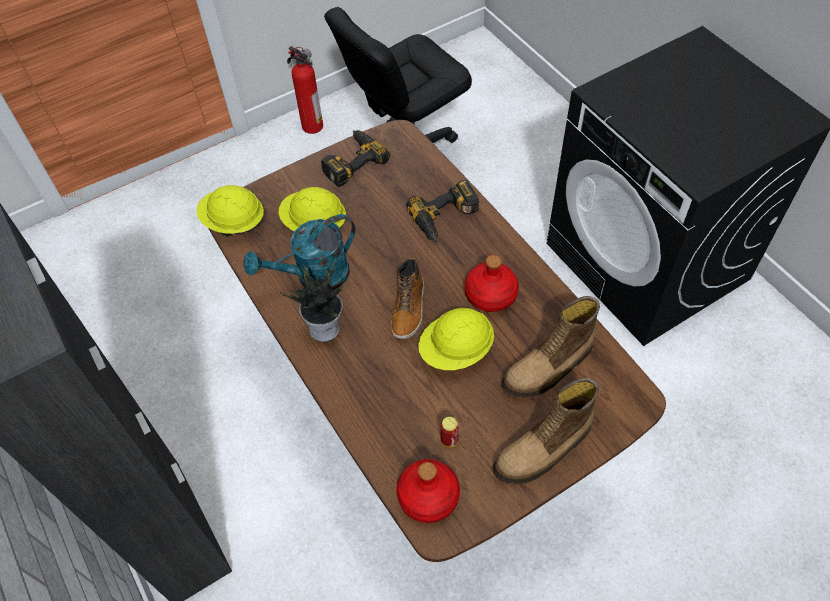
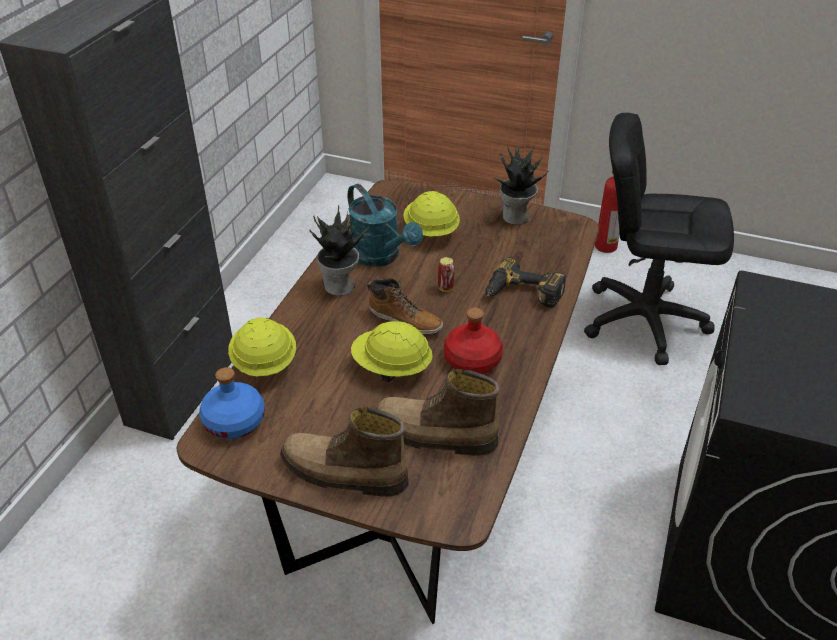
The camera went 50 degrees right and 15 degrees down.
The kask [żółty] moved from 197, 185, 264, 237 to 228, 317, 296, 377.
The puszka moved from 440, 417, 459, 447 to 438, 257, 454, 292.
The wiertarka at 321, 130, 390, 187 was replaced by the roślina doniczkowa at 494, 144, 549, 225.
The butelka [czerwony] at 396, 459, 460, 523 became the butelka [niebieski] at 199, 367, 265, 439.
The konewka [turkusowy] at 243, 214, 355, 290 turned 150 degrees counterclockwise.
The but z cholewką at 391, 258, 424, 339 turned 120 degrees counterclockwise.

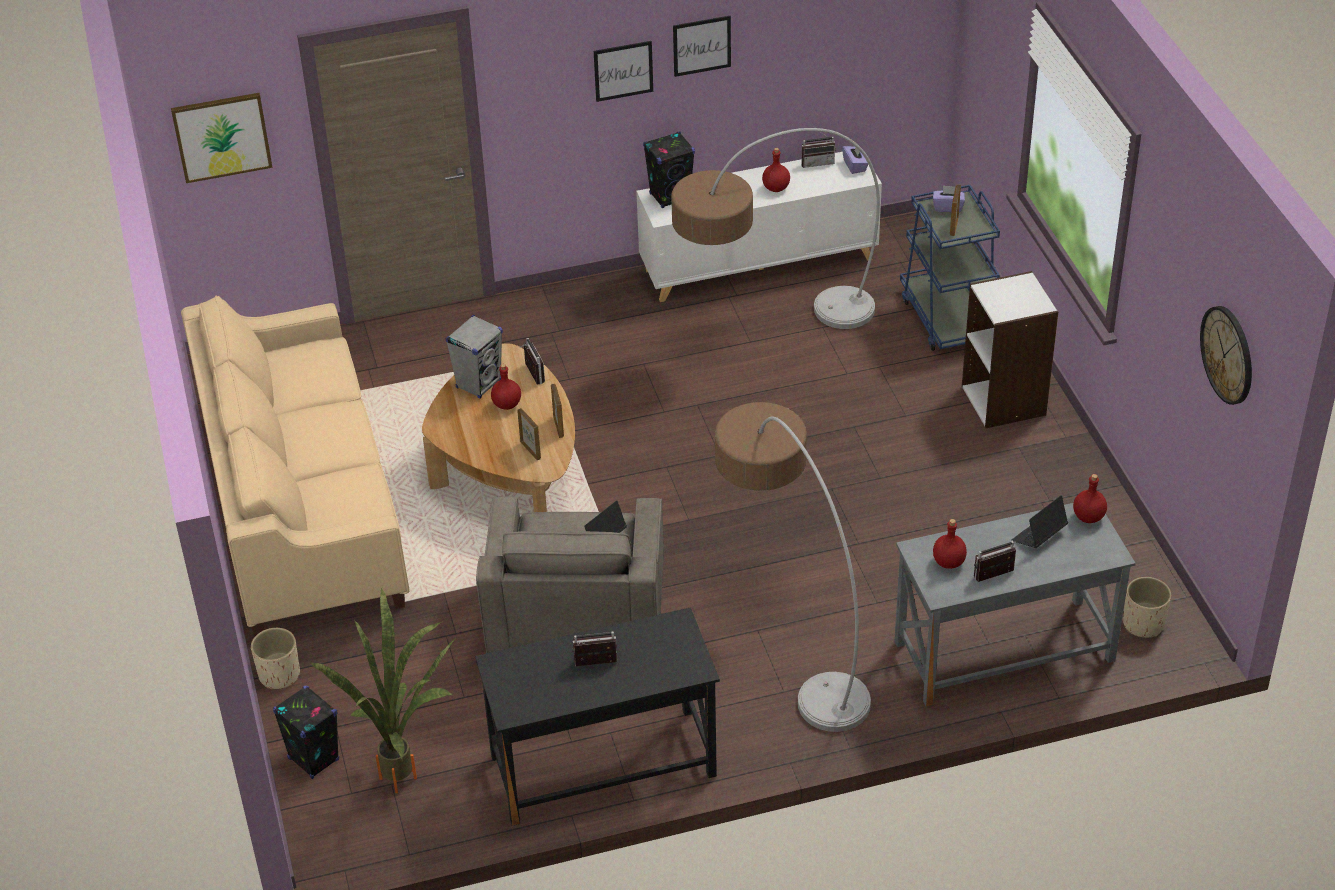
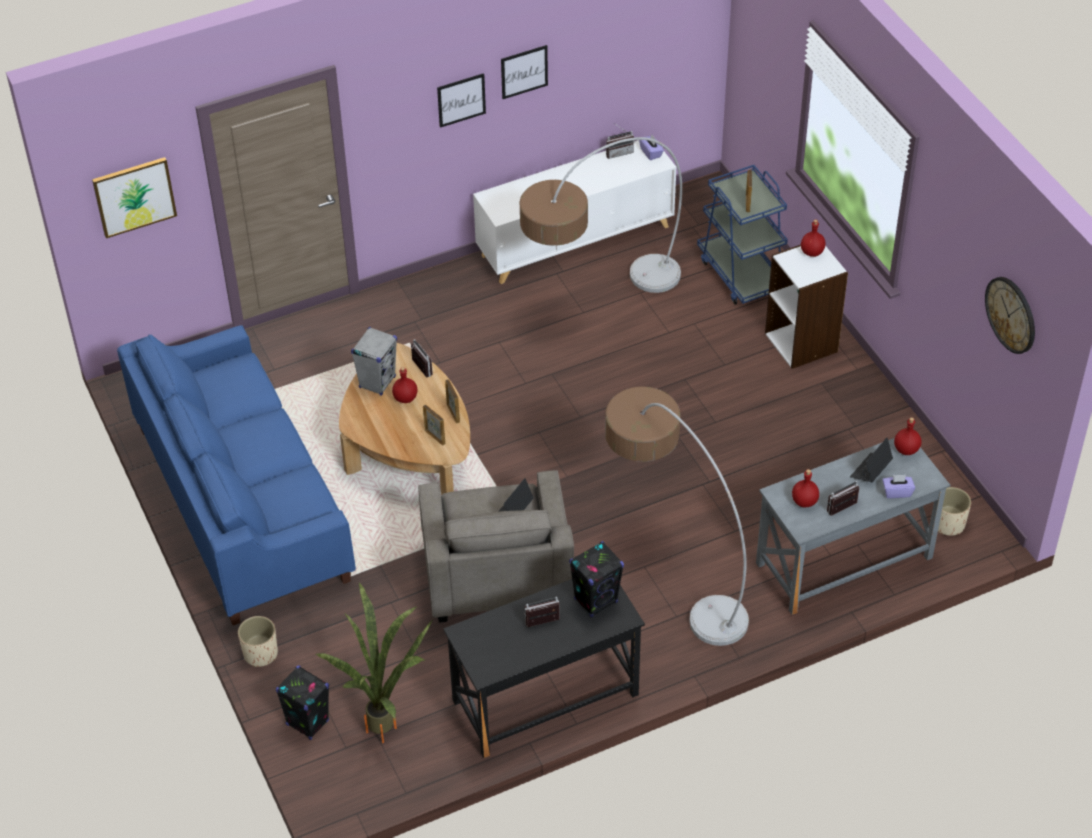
The camera went 10 degrees left and 5 degrees up.
The głośnik [czarny] moved from 643, 131, 695, 208 to 569, 541, 624, 617.
The butelka [czerwony] moved from 762, 148, 790, 192 to 801, 220, 826, 257.
The pudełko chusteczek [fioletowy] moved from 933, 185, 965, 212 to 883, 475, 915, 498.
The kanapa [beżowy] at 181, 296, 410, 636 became the kanapa [niebieski] at 117, 325, 356, 625.

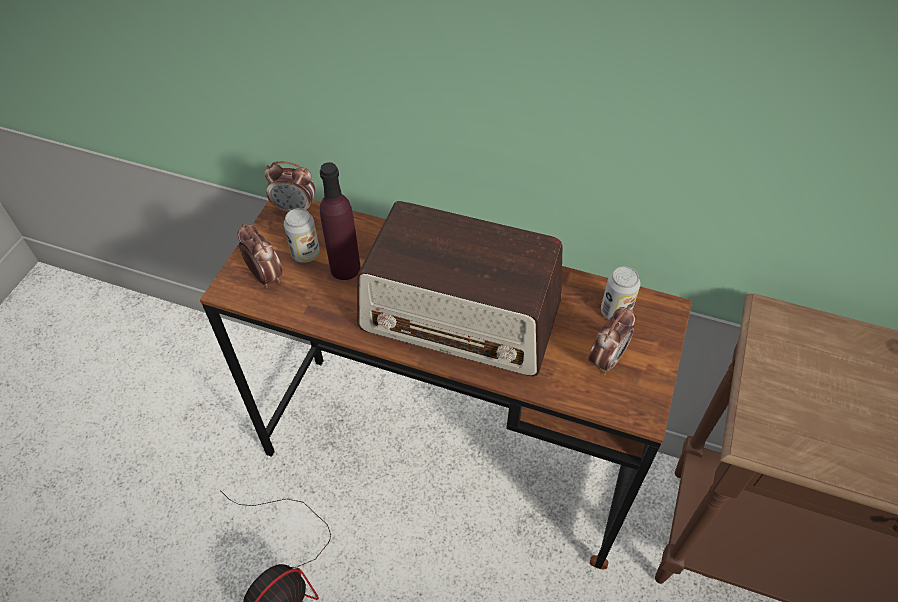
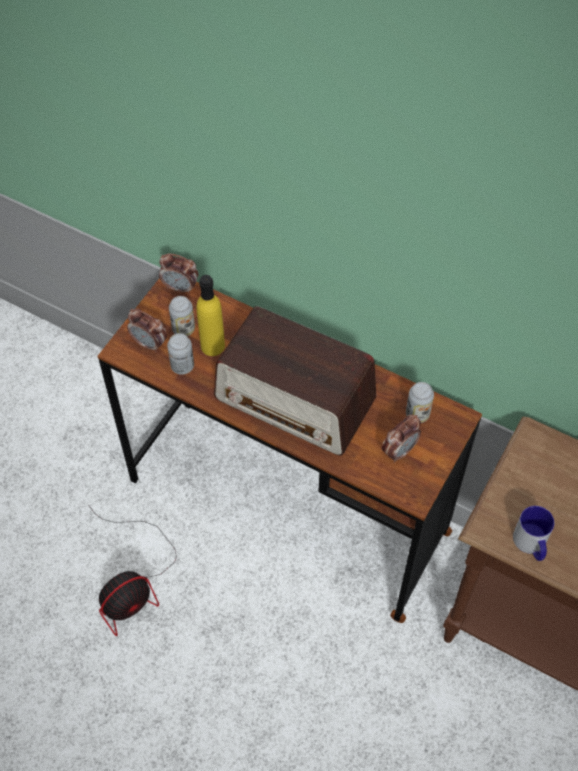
The camera went 10 degrees right and 5 degrees up.
The puszka at 167, 333, 194, 375 appeared.
The kubek at 513, 506, 554, 561 appeared.
The butelka [fioletowy] at 320, 162, 361, 280 became the butelka [żółty] at 196, 275, 225, 356.
The budzik at 238, 223, 282, 288 turned 150 degrees clockwise.

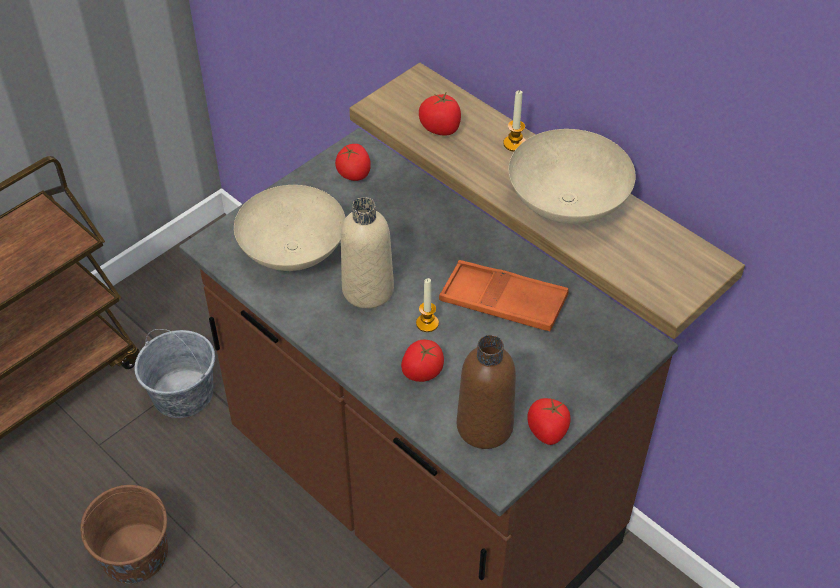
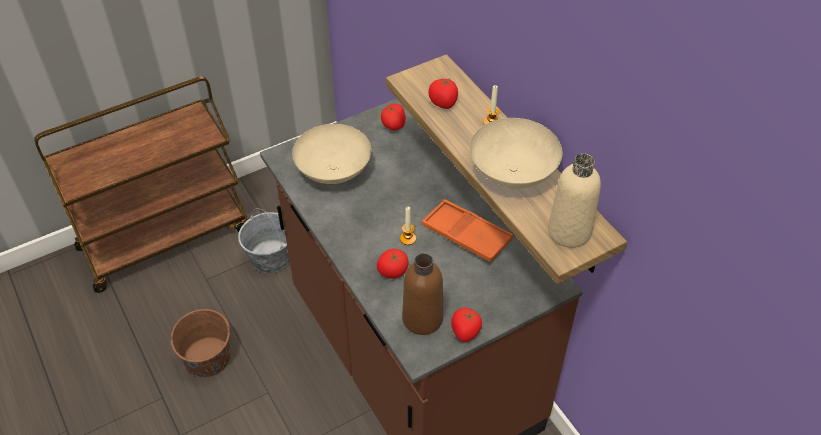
The camera went 15 degrees right and 0 degrees up.
The butelka [beżowy] moved from 341, 197, 394, 309 to 548, 153, 601, 248.

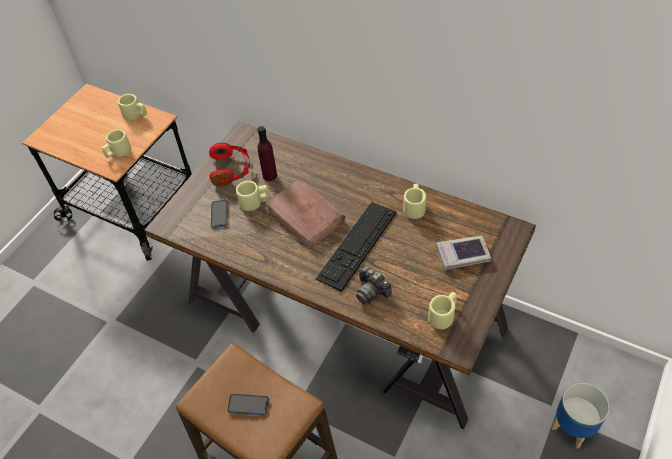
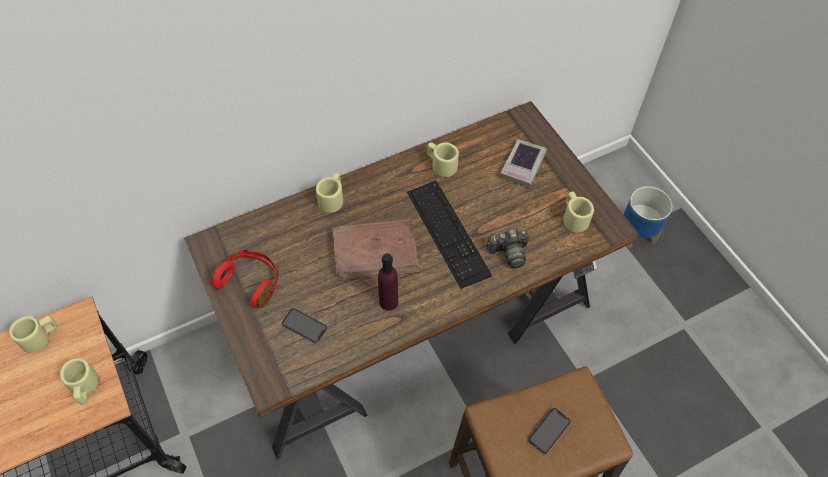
The camera went 60 degrees left and 5 degrees up.
The kubek [beżowy] moved from 236, 181, 269, 211 to 316, 173, 343, 213.
The butelka [fioletowy] moved from 257, 126, 277, 181 to 378, 254, 398, 311.

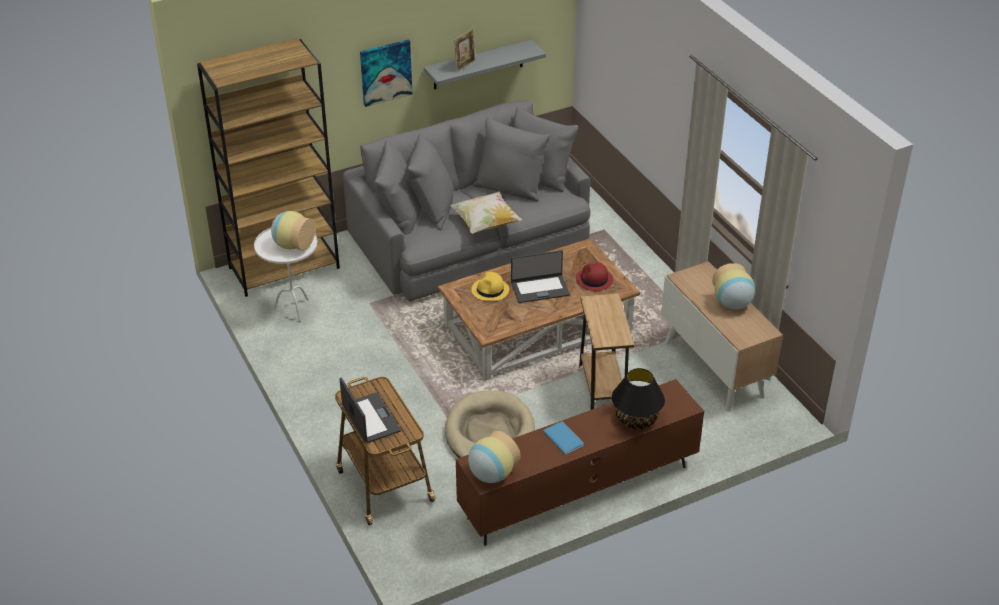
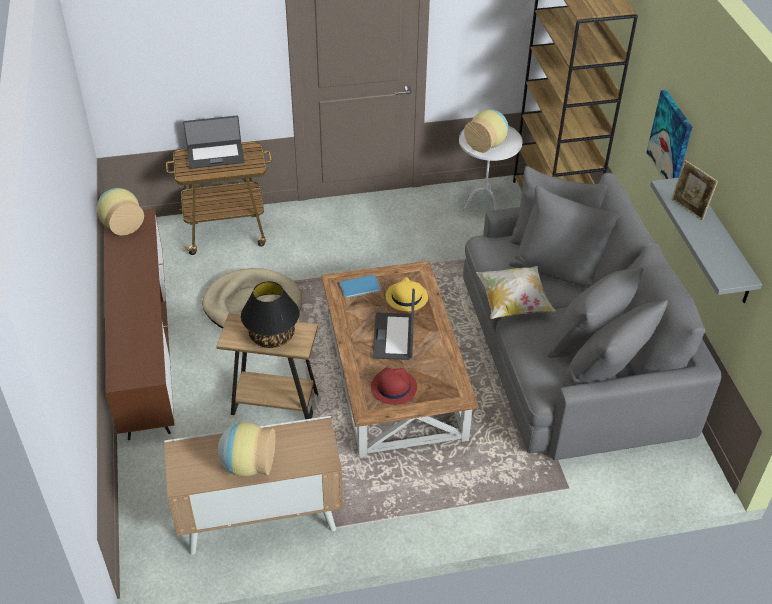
The camera went 105 degrees right and 5 degrees up.
The książka [niebieski] moved from 543, 421, 584, 455 to 339, 275, 381, 298.
The lampa stołowa [czarny] moved from 612, 368, 665, 430 to 241, 281, 299, 348.

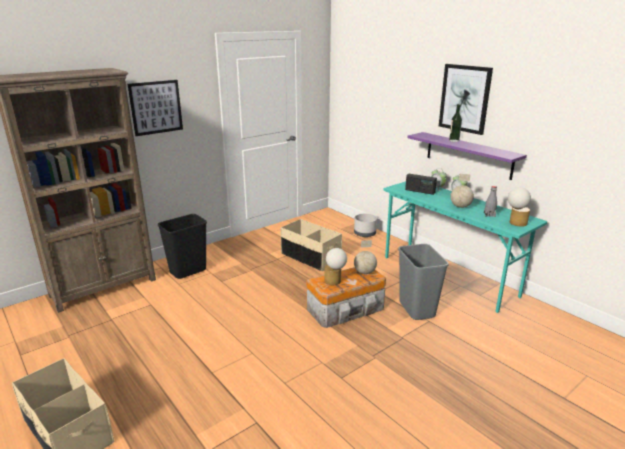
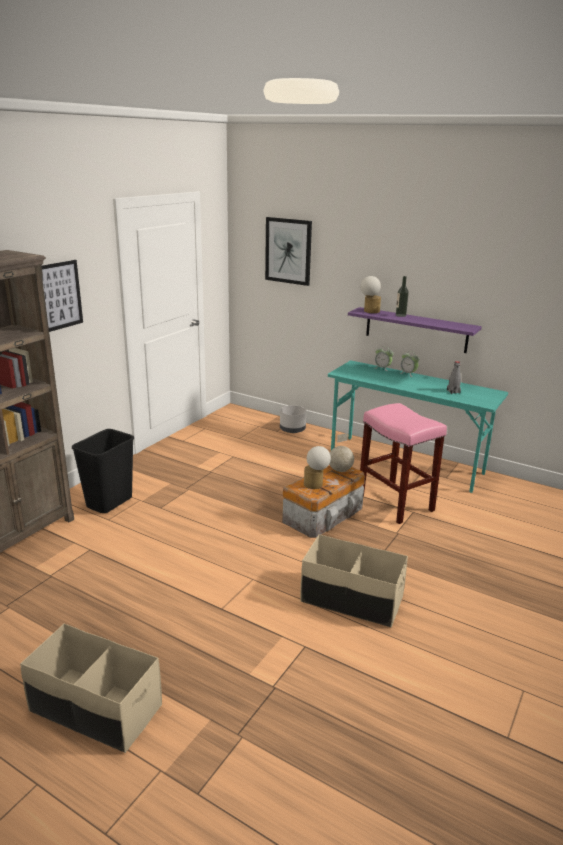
The camera went 20 degrees left and 0 degrees up.
The radio at 405, 173, 437, 195 disappeared.
The globus at 450, 174, 474, 208 disappeared.
The pojemnik do przechowywania [beżowy] moved from 281, 219, 342, 271 to 300, 534, 408, 628.
The obraz moved from 439, 64, 493, 135 to 265, 217, 312, 286.
The lampa stołowa moved from 508, 187, 531, 227 to 360, 276, 381, 313.
The kosz na śmieci [szary] at 398, 244, 449, 320 was replaced by the stołek [różowy] at 360, 403, 447, 524.

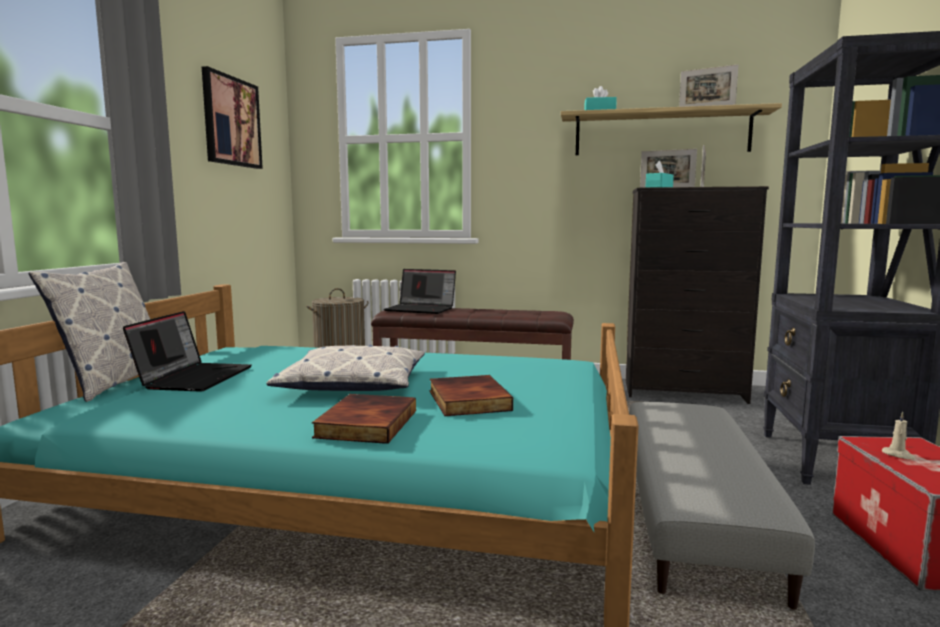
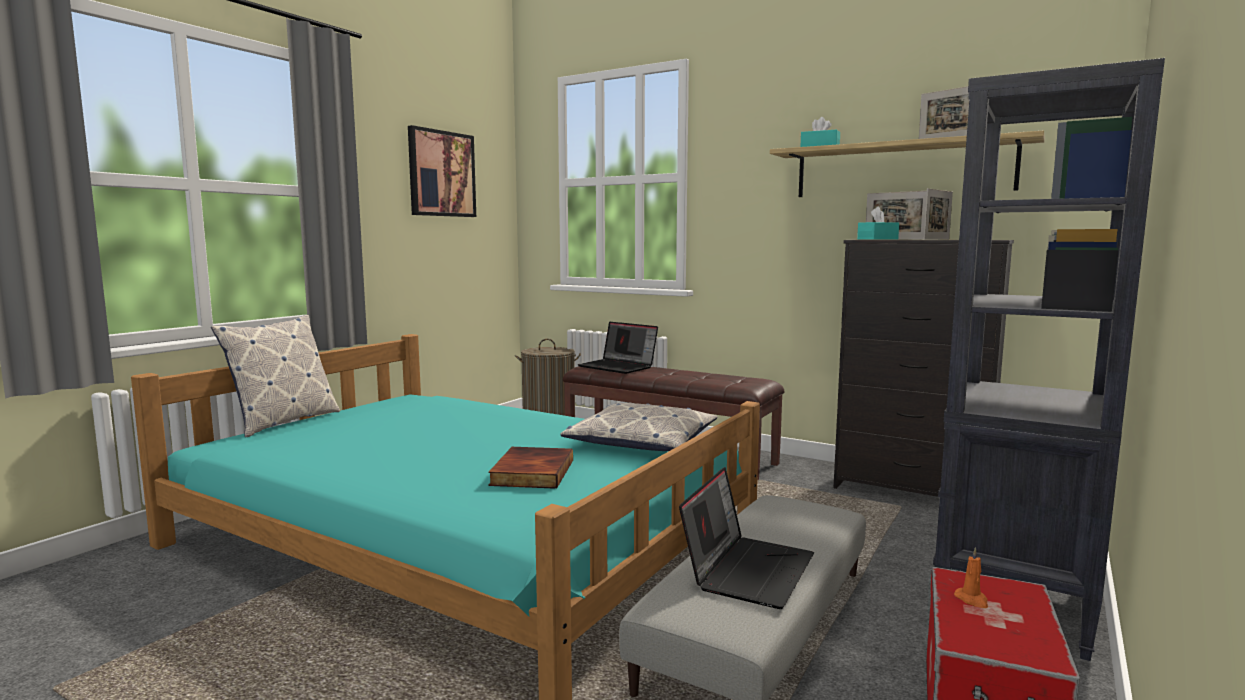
The camera went 20 degrees right and 0 degrees up.
The książka at 312, 394, 416, 444 disappeared.
The laptop moved from 123, 311, 252, 391 to 679, 467, 814, 609.
The poduszka moved from 266, 345, 425, 391 to 560, 403, 717, 451.
The świeca [beżowy] at 882, 412, 916, 460 became the świeca [pomarańczowy] at 954, 547, 988, 608.

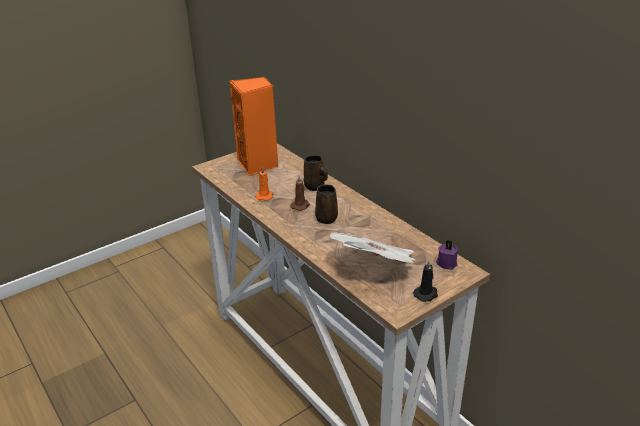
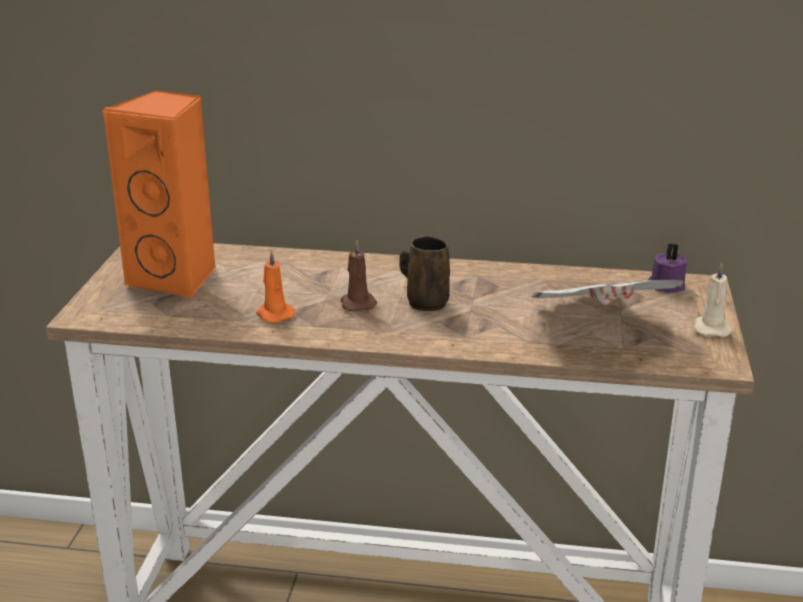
The camera went 45 degrees left and 5 degrees down.
The kubek [brązowy] at 304, 155, 328, 191 disappeared.
The świeca [czarny] at 413, 260, 438, 302 became the świeca [beżowy] at 694, 263, 733, 337.

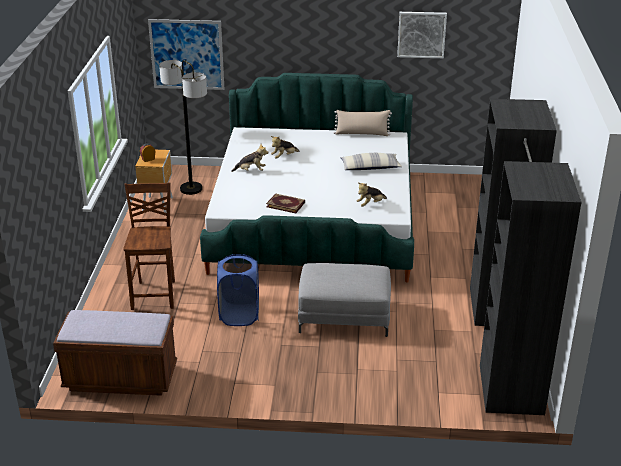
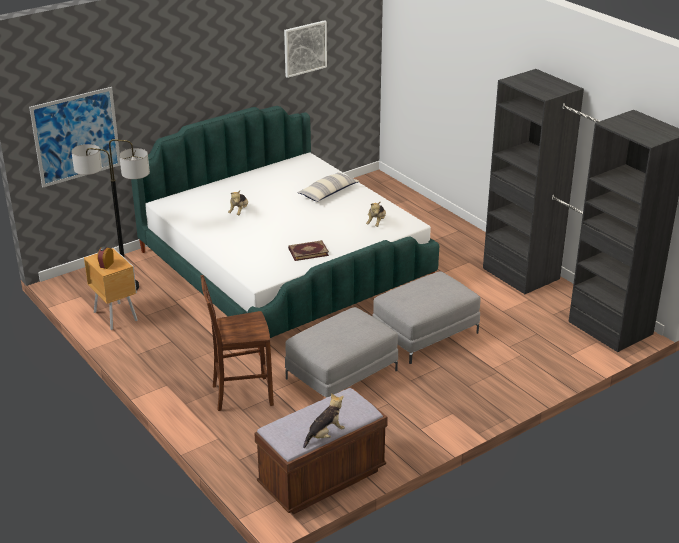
The camera went 40 degrees left and 0 degrees up.
The poduszka [beżowy] at 333, 110, 392, 136 disappeared.
The pluszak moved from 231, 144, 268, 172 to 303, 393, 345, 448.
The kosz na pranie [niebieski] at 217, 254, 259, 326 was replaced by the pufa [szary] at 285, 307, 398, 398.
The krzesło [brązowy] at 123, 182, 175, 310 turned 60 degrees counterclockwise.

